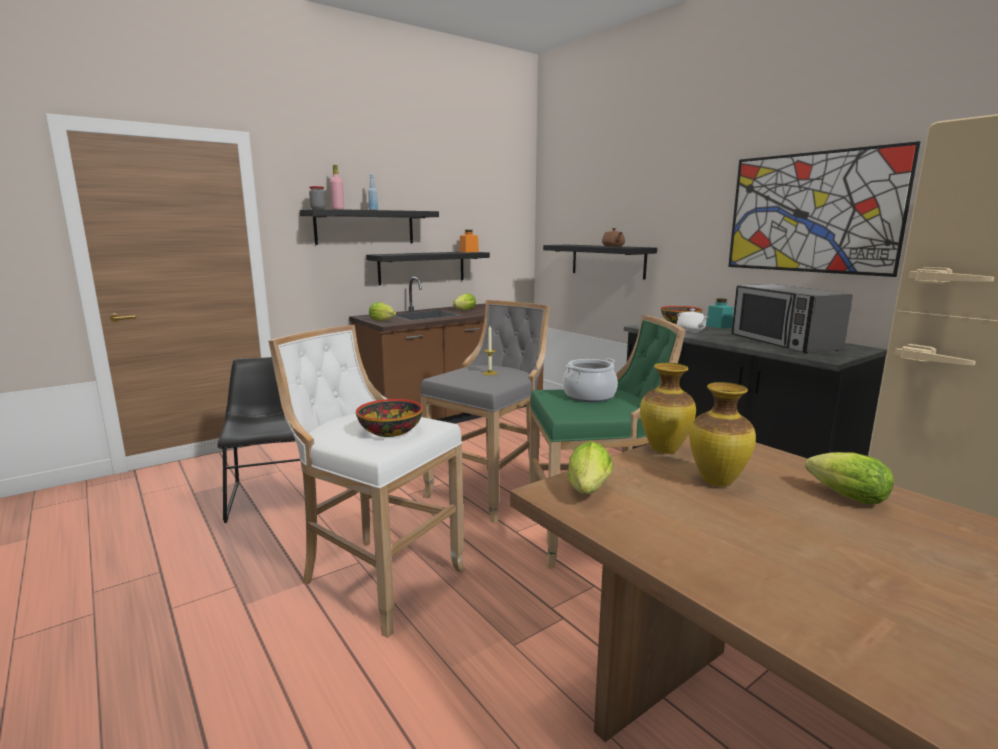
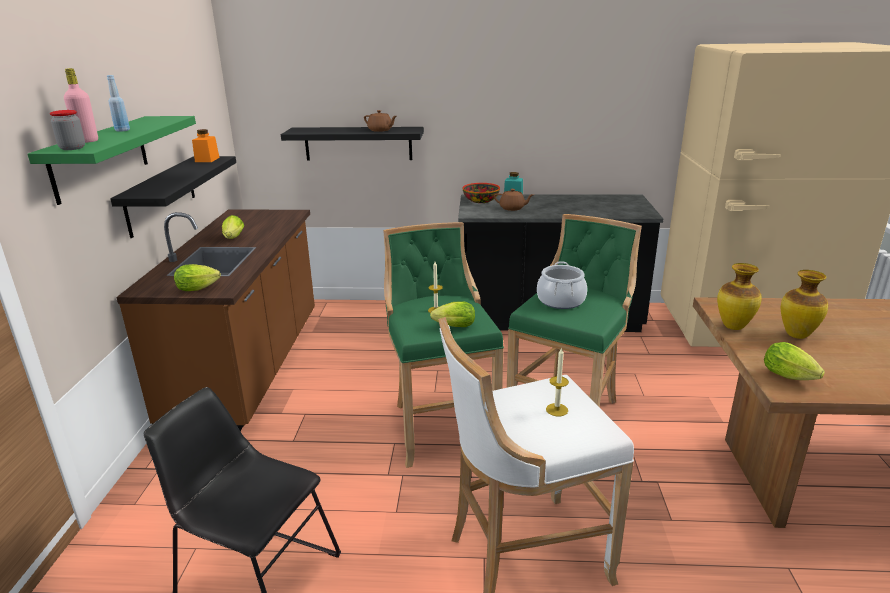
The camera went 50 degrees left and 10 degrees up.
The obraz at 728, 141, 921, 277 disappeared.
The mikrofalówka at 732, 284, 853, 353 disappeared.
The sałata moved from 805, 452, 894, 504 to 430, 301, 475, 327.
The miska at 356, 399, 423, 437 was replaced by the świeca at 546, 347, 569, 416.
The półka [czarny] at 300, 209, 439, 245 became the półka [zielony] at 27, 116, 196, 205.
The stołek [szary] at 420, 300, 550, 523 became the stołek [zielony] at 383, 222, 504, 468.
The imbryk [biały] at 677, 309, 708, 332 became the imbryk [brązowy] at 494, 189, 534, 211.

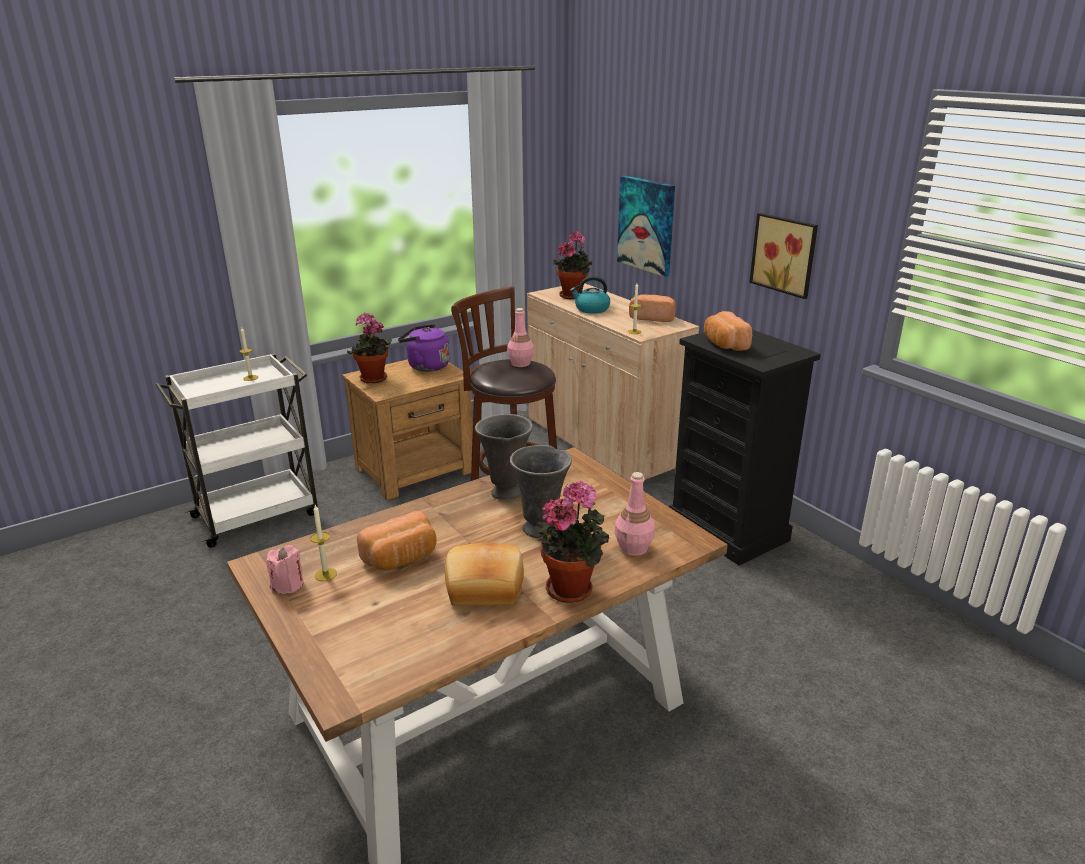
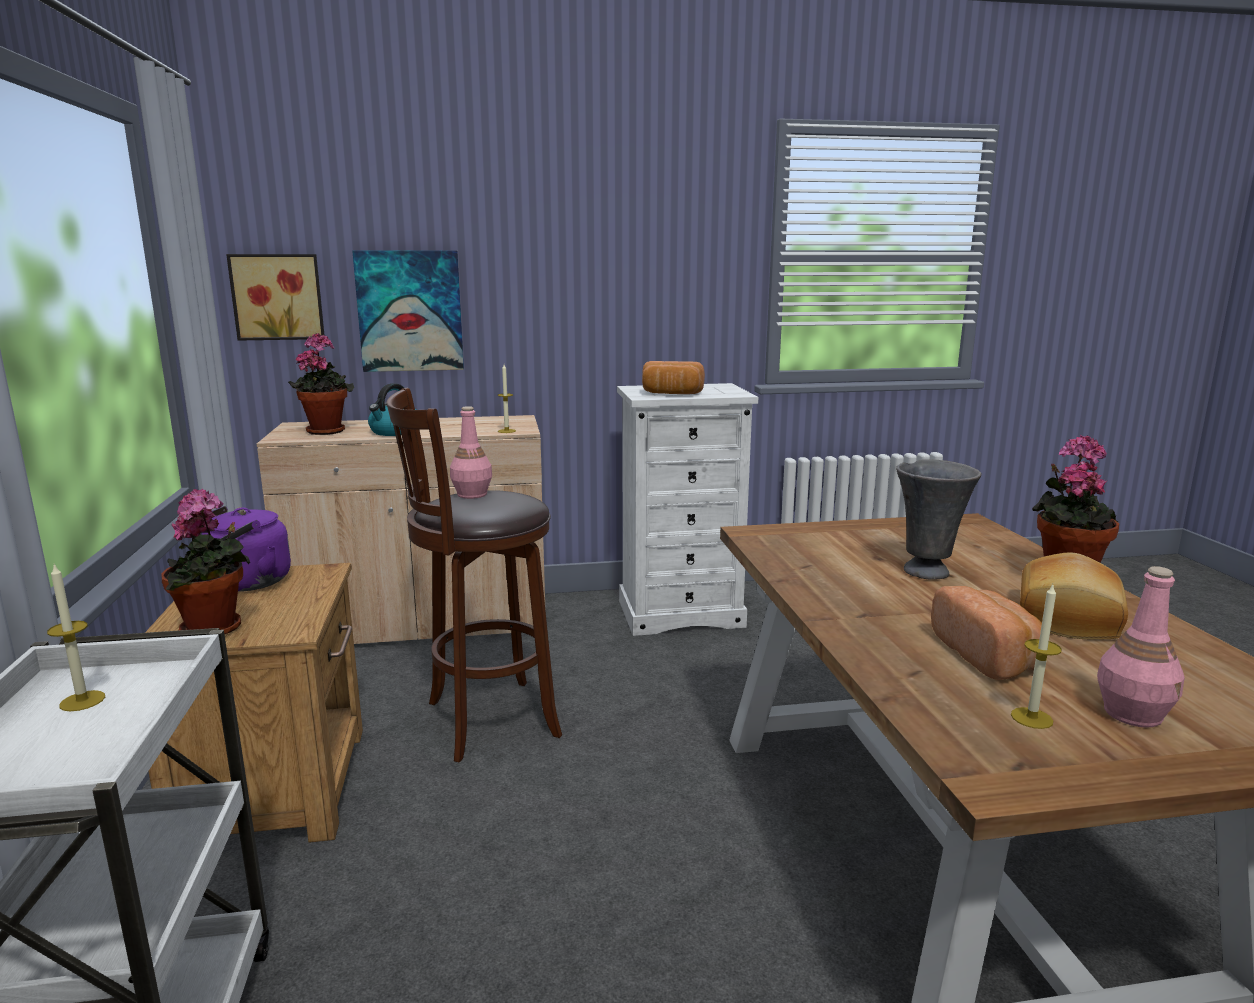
The camera went 65 degrees left and 10 degrees down.
The świeca [różowy] at 266, 545, 304, 594 disappeared.
The wazon [szary] at 475, 414, 533, 500 disappeared.
The chleb at 629, 294, 676, 322 disappeared.
The butelka [różowy] moved from 615, 472, 655, 556 to 1097, 566, 1185, 728.
The obraz moved from 749, 213, 818, 299 to 226, 254, 324, 341.
The komoda [czarny] at 669, 330, 821, 565 became the komoda [biały] at 617, 383, 758, 636.

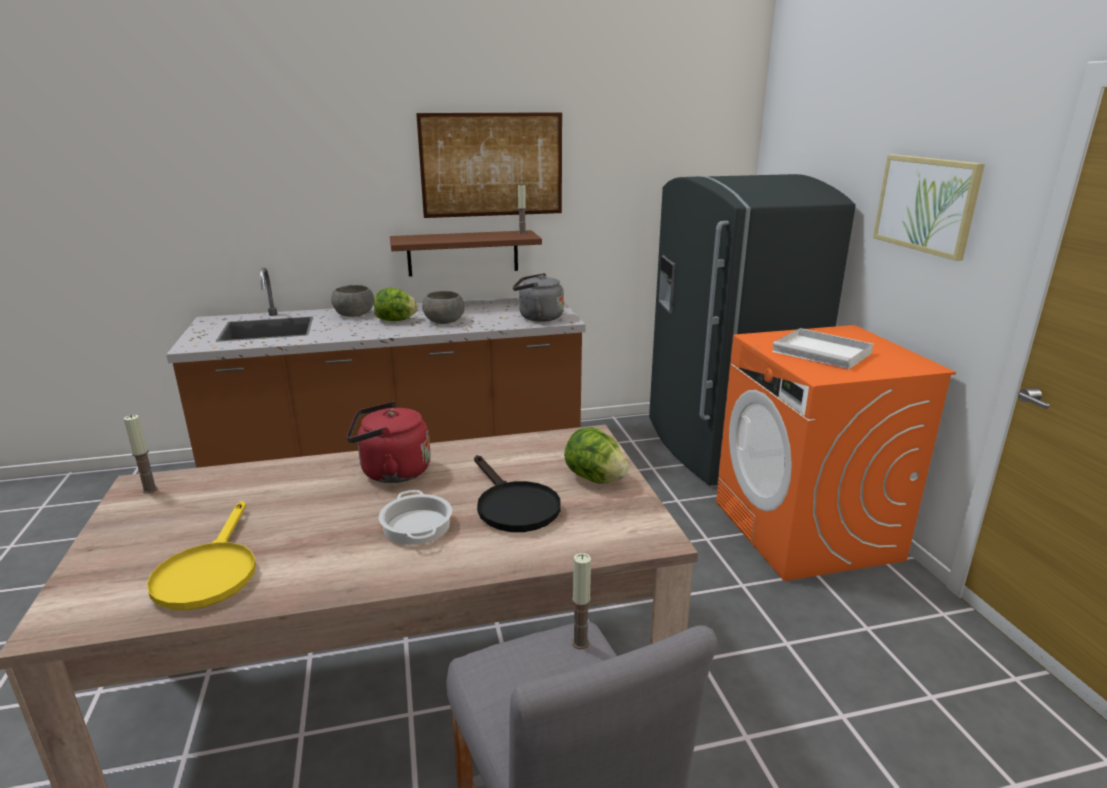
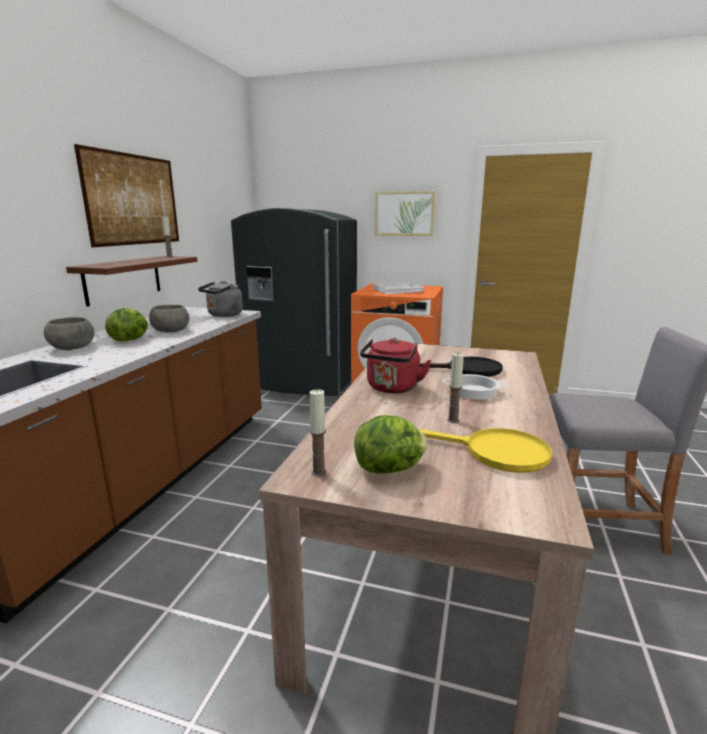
The camera went 60 degrees left and 5 degrees down.
The sałata moved from 564, 427, 629, 484 to 354, 415, 427, 474.
The świeca moved from 572, 553, 591, 649 to 447, 353, 464, 423.

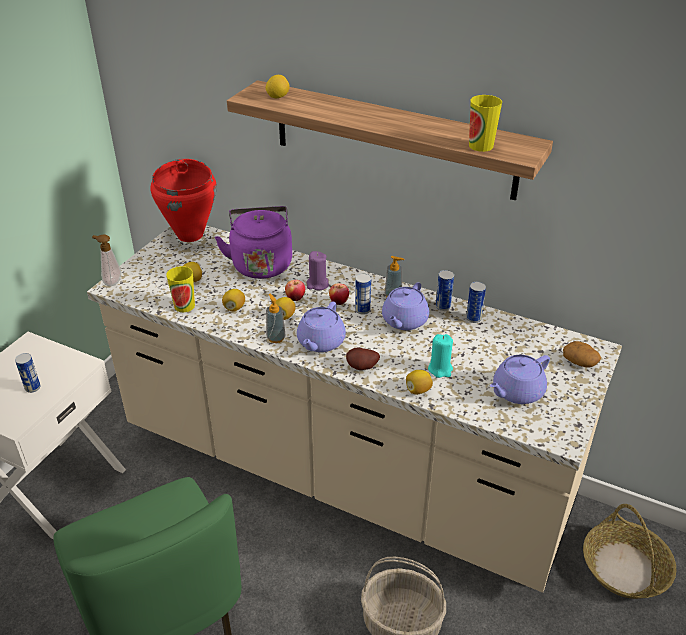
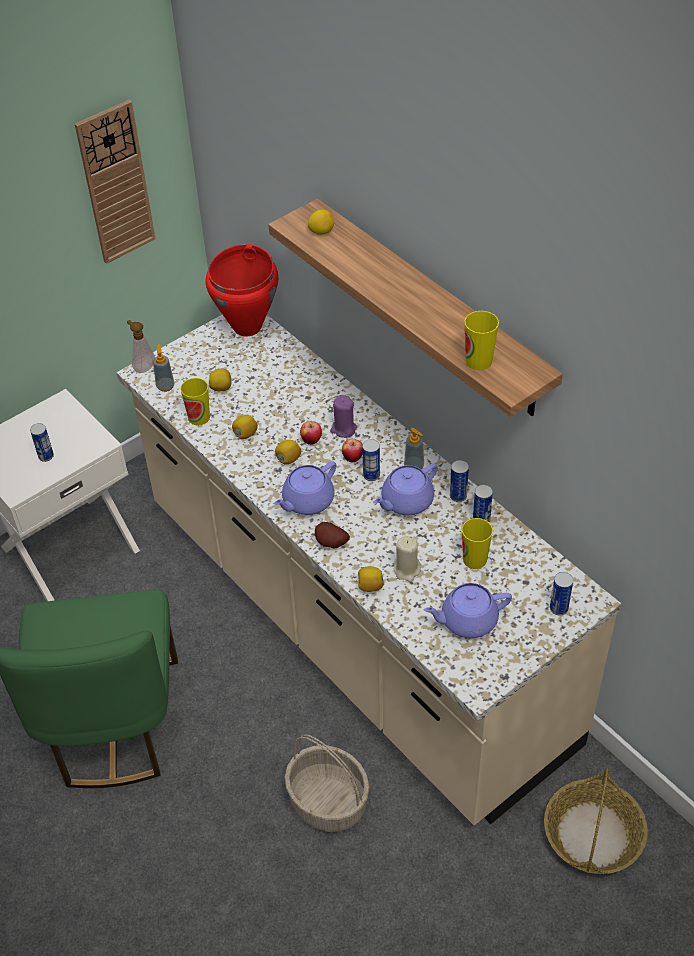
The camera went 25 degrees right and 10 degrees up.
The czajnik [fioletowy] at 215, 206, 292, 279 disappeared.
The zegar ścienny at 75, 100, 156, 264 appeared.
The filiżanka at 462, 518, 493, 569 appeared.
The dozownik mydła moved from 266, 294, 286, 343 to 153, 344, 175, 392.
The ziemniak at 563, 341, 601, 367 was replaced by the puszka at 550, 572, 573, 615.
The świeca [turkusowy] at 428, 334, 453, 378 became the świeca [beżowy] at 394, 536, 421, 582.

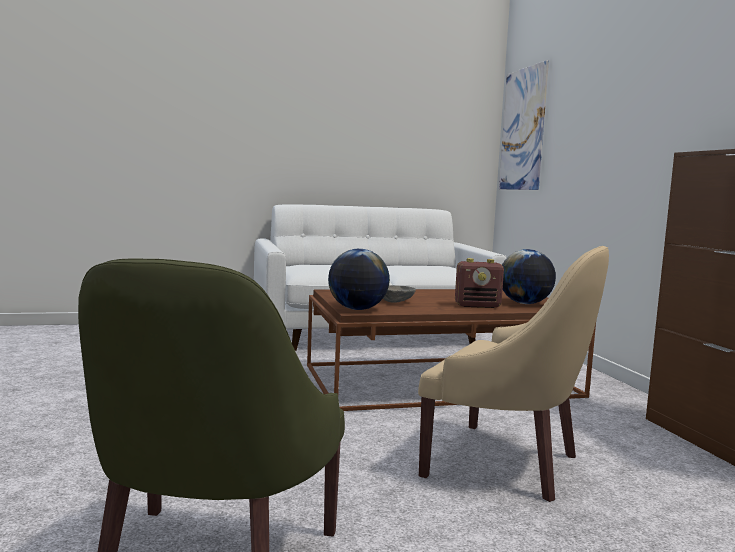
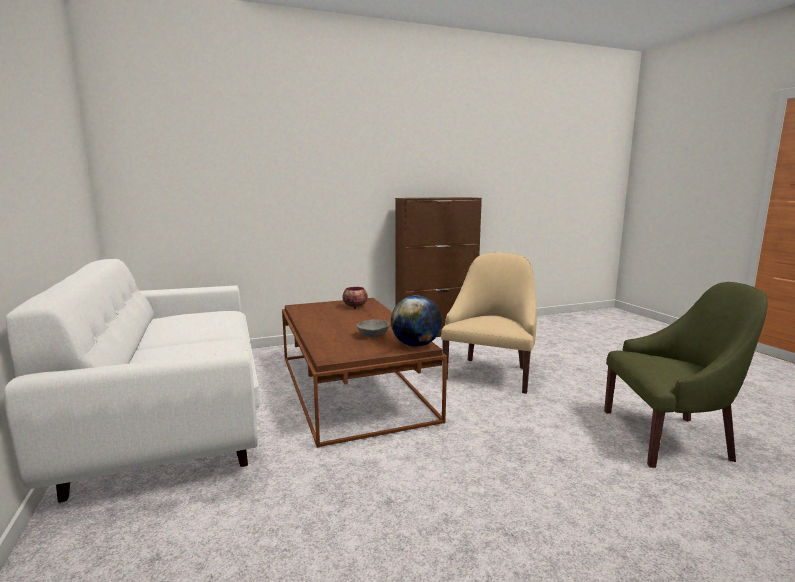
The camera went 95 degrees left and 5 degrees up.
The radio at 455, 258, 504, 308 disappeared.
The obraz at 499, 60, 549, 190 disappeared.
The globus at 502, 249, 556, 304 was replaced by the miska at 343, 287, 368, 309.

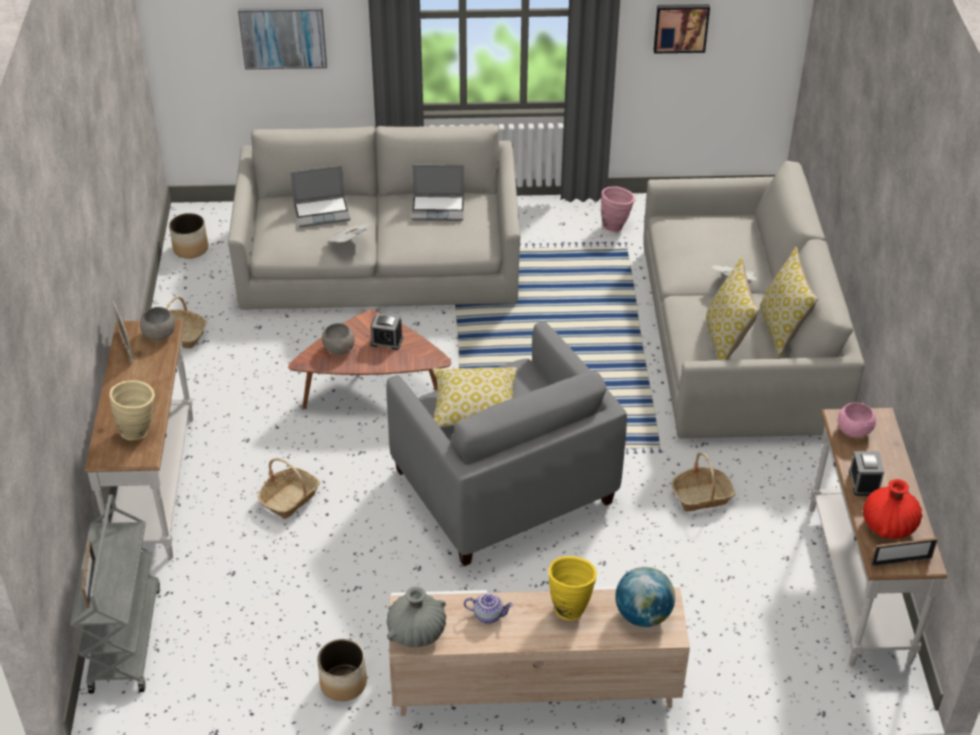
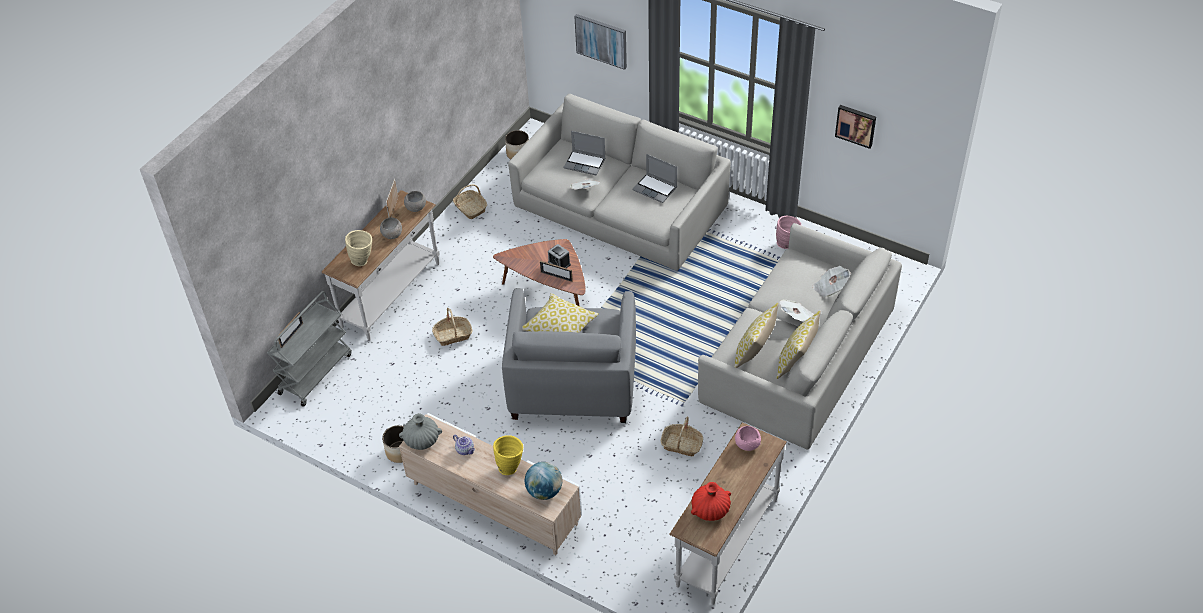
The camera went 35 degrees right and 5 degrees up.
The budzik at 849, 451, 884, 496 disappeared.
The gazeta at 812, 266, 851, 298 appeared.
The miska [szary] moved from 322, 323, 355, 355 to 380, 217, 402, 239.
The ramka na zdjęcie moved from 871, 538, 938, 566 to 540, 261, 573, 282.

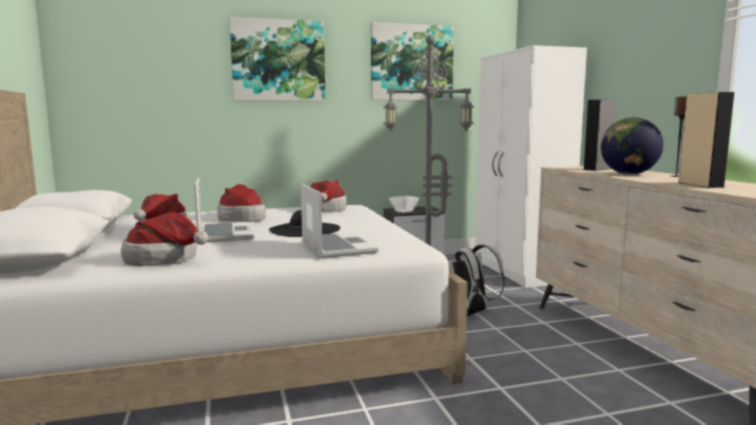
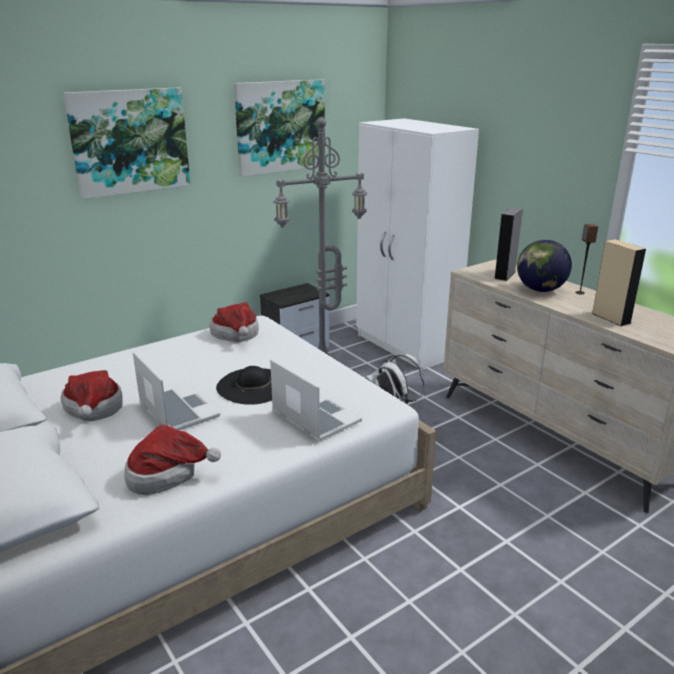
The camera went 20 degrees left and 15 degrees up.
The kapelusz at 217, 184, 266, 222 disappeared.
The miska at 389, 196, 420, 213 disappeared.

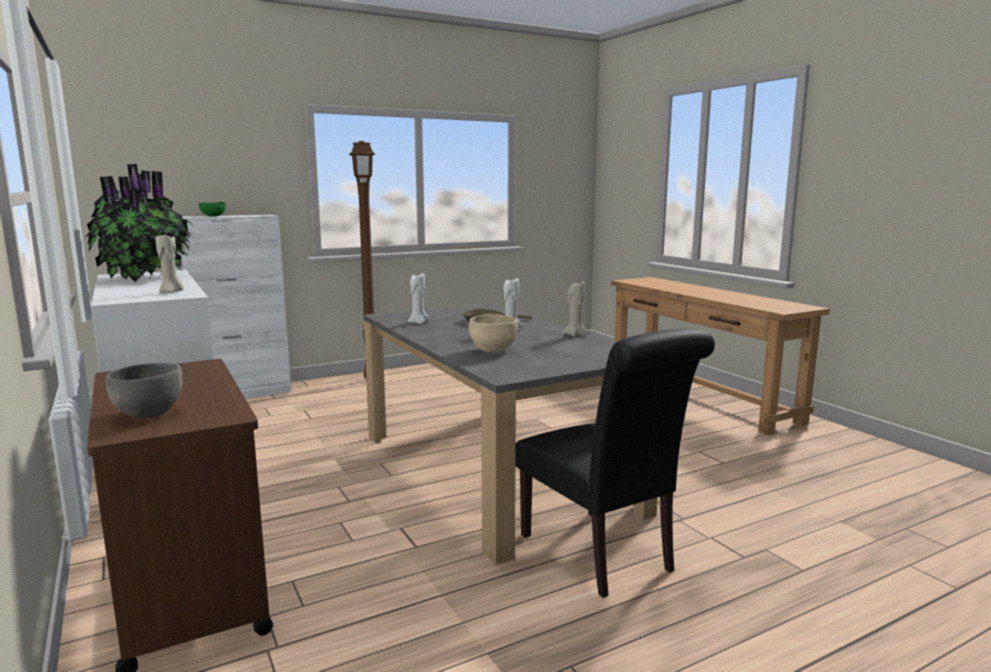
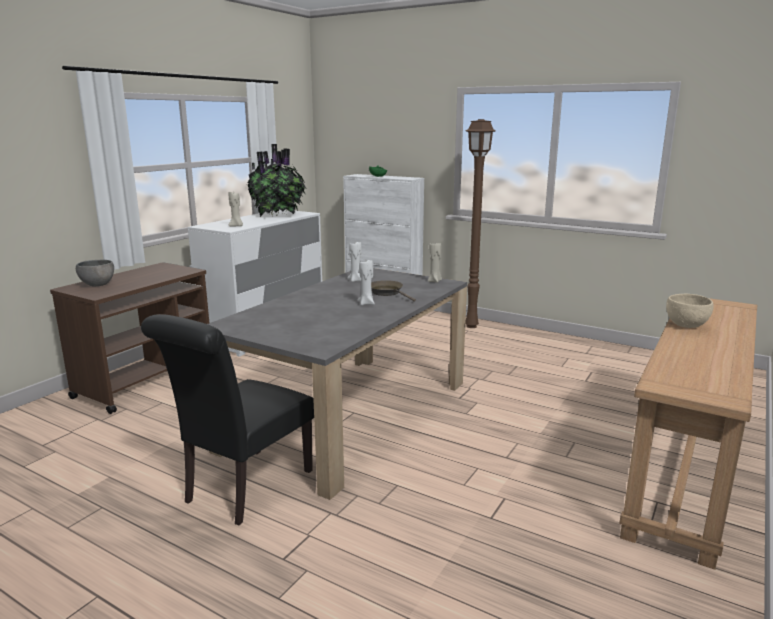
The camera went 60 degrees right and 5 degrees up.
The miska [beżowy] moved from 469, 314, 518, 352 to 666, 294, 714, 328.
The świeca [beżowy] moved from 562, 282, 588, 337 to 428, 241, 442, 283.

